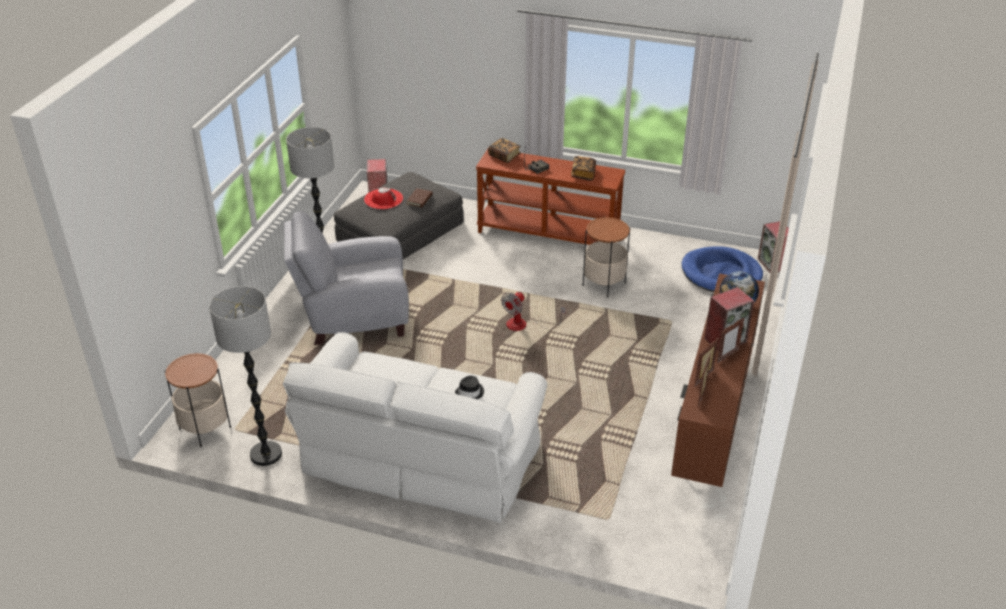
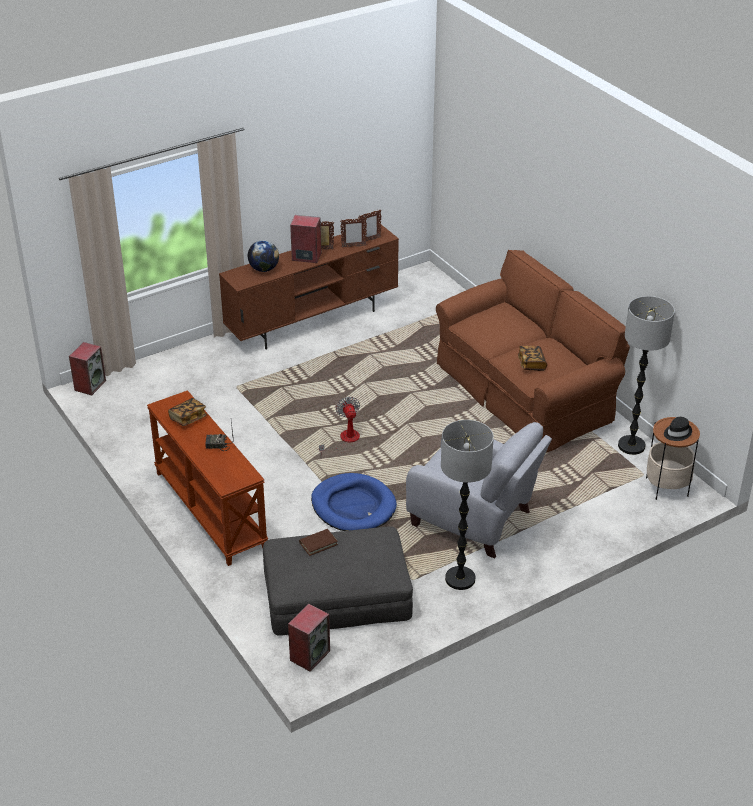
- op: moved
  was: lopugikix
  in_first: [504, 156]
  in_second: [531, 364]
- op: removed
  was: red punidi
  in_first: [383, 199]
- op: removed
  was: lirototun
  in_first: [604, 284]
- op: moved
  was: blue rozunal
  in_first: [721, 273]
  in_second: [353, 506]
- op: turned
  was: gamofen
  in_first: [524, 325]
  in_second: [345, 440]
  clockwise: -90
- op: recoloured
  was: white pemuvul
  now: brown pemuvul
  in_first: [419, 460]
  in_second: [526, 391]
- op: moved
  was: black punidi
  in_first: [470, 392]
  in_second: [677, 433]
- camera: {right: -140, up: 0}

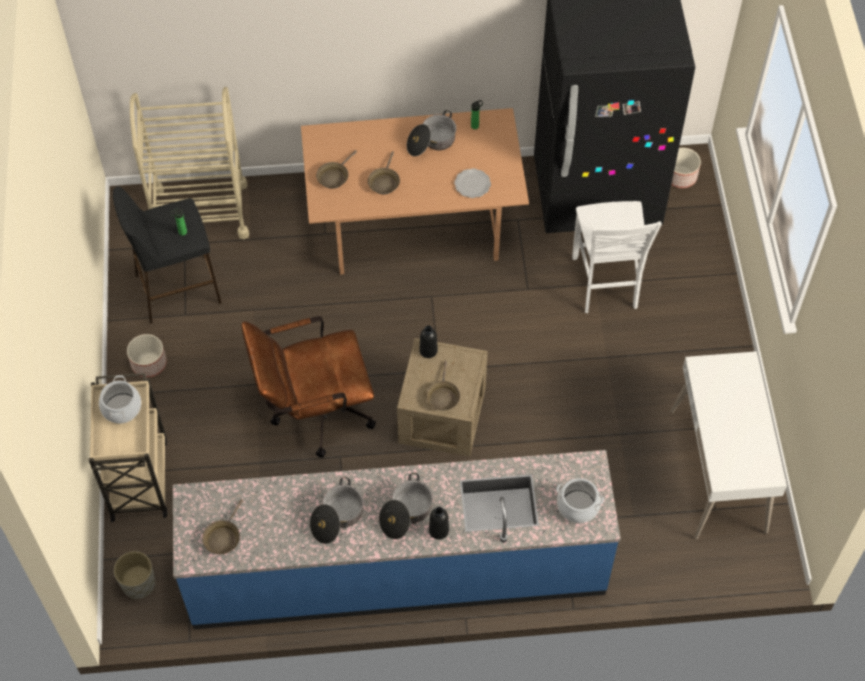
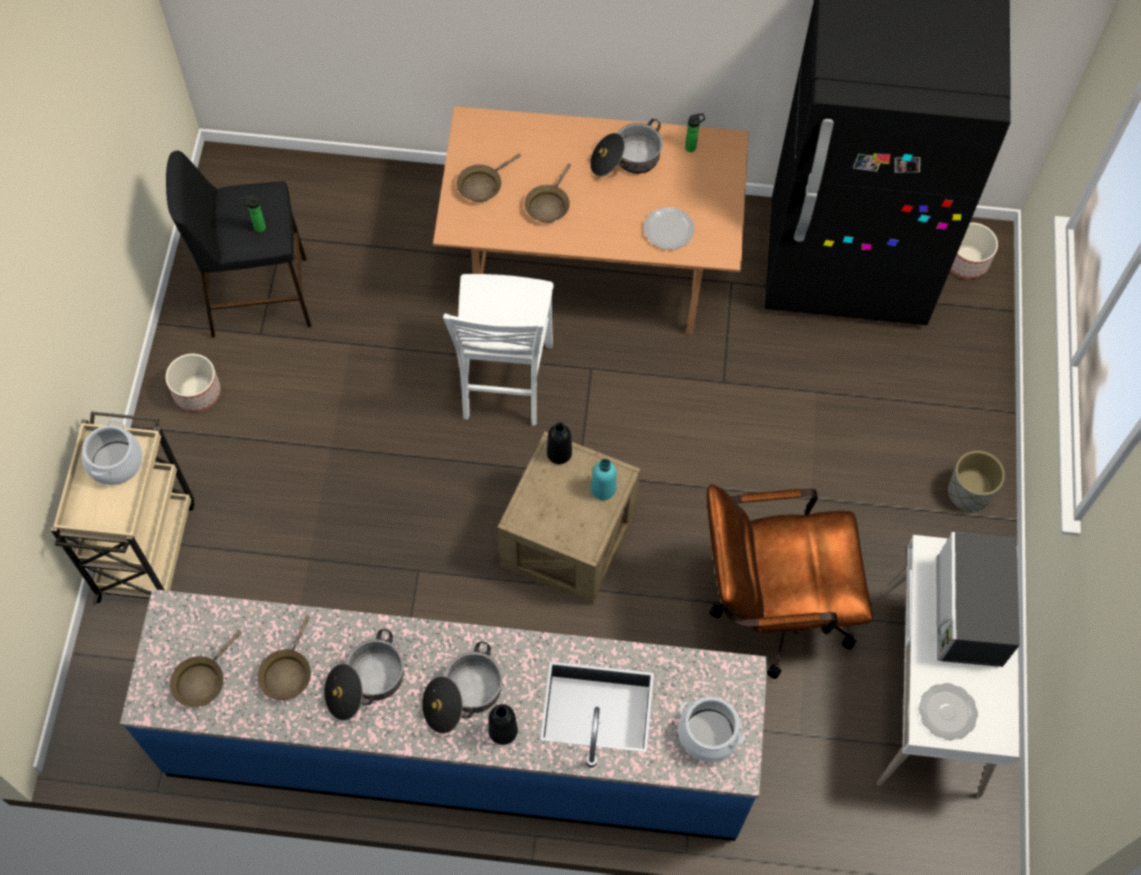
- op: removed
  was: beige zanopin
  in_first: [200, 212]
- op: moved
  was: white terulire
  in_first: [605, 284]
  in_second: [504, 383]
- op: moved
  was: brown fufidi
  in_first: [314, 412]
  in_second: [770, 608]
- op: moved
  was: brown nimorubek
  in_first: [442, 396]
  in_second: [287, 672]
- op: moved
  was: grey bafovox
  in_first: [139, 584]
  in_second: [969, 493]
- op: added
  now: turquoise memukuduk
  in_second: [603, 489]
- op: added
  now: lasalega
  in_second: [968, 612]
- op: added
  now: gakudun
  in_second: [948, 713]
- camera: {right: 10, up: 5}

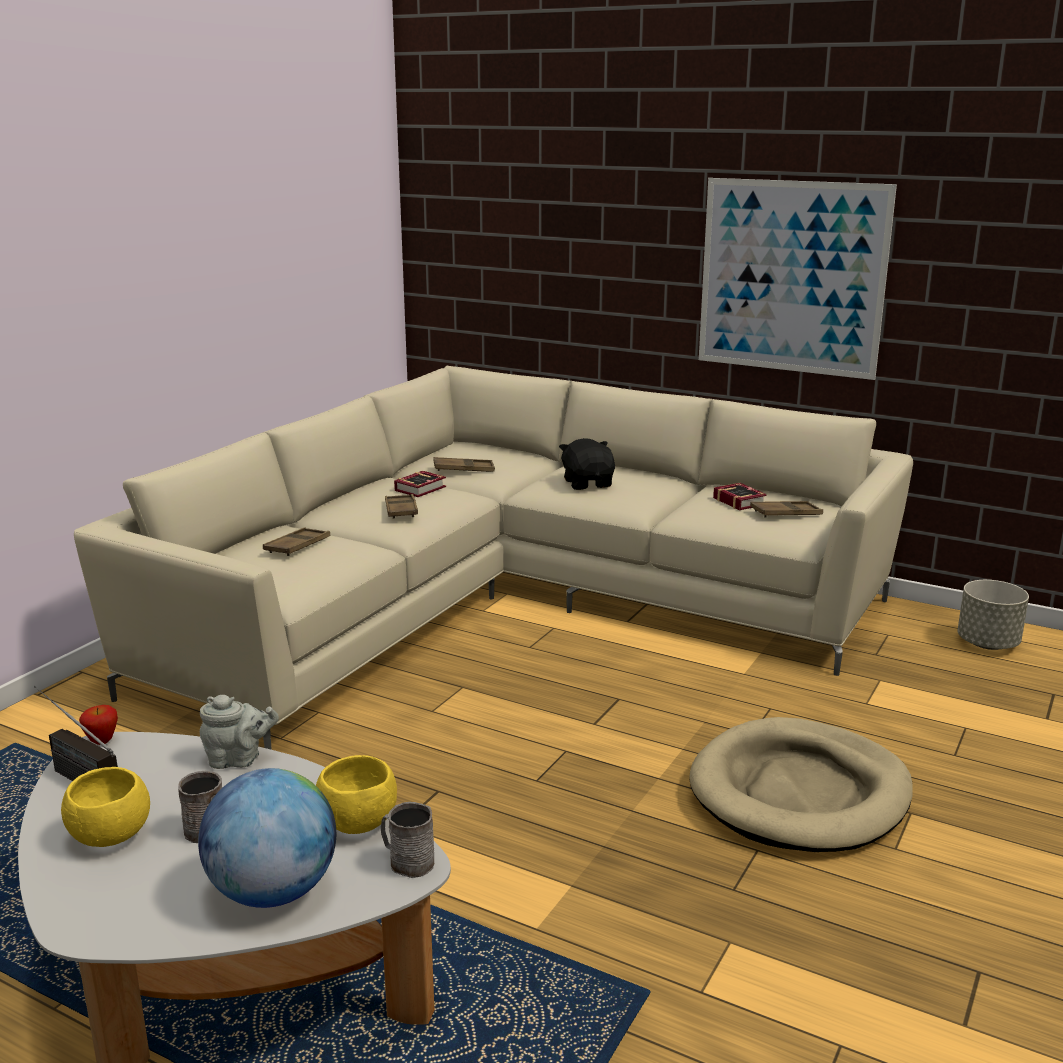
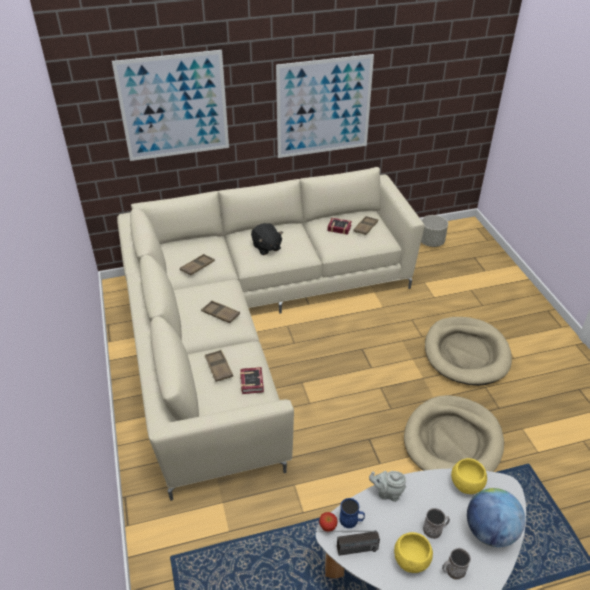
- op: turned
  was: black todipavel
  in_first: [588, 483]
  in_second: [266, 247]
  clockwise: -150
- op: moved
  was: lopugikix
  in_first: [422, 488]
  in_second: [252, 381]
- op: turned
  was: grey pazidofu
  in_first: [238, 760]
  in_second: [387, 493]
  clockwise: -120
- op: moved
  was: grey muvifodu
  in_first: [407, 861]
  in_second: [453, 571]
- op: added
  now: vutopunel
  in_second: [174, 106]
- op: added
  now: beige rozunal
  in_second: [453, 441]
- op: added
  now: blue muvifodu
  in_second: [351, 520]
- camera: {right: -45, up: 20}

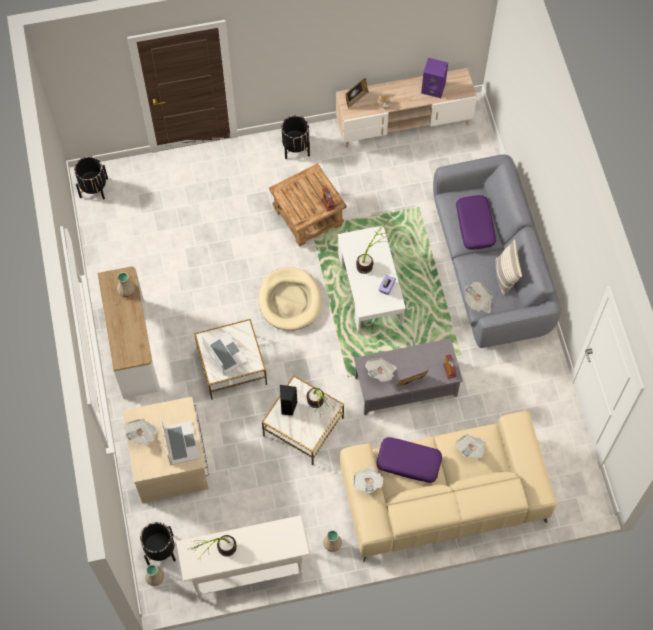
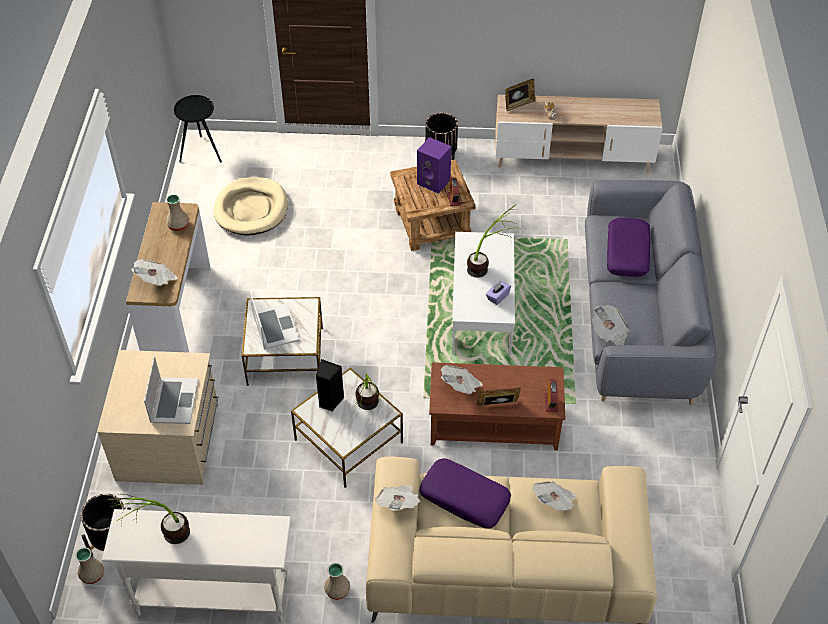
- op: moved
  was: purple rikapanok
  in_first: [434, 88]
  in_second: [434, 182]
- op: replaced
  was: black bafovox
  now: black lirototun
  in_first: [93, 188]
  in_second: [201, 152]
- op: removed
  was: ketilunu
  in_first: [505, 276]
- op: moved
  was: beige rozunal
  in_first: [290, 300]
  in_second: [251, 209]
- op: recoloured
  was: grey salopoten
  now: brown salopoten
  in_first: [405, 387]
  in_second: [493, 425]
- op: moved
  was: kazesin
  in_first: [142, 434]
  in_second: [156, 279]
- camera: {right: 15, up: -15}

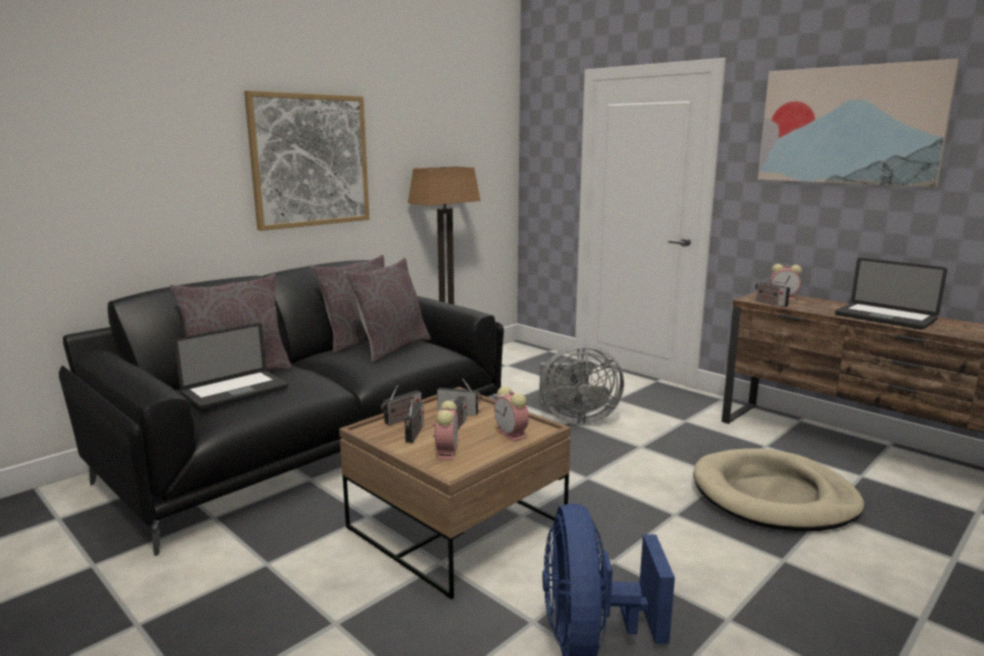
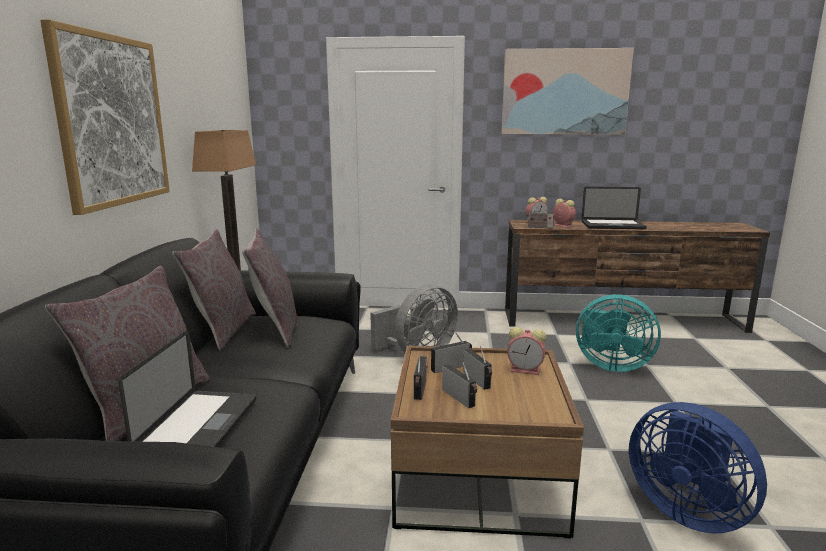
- op: moved
  was: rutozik
  in_first: [446, 452]
  in_second: [562, 225]
- op: replaced
  was: beige rozunal
  now: turquoise gamofen
  in_first: [774, 496]
  in_second: [610, 365]
- camera: {right: -40, up: 0}

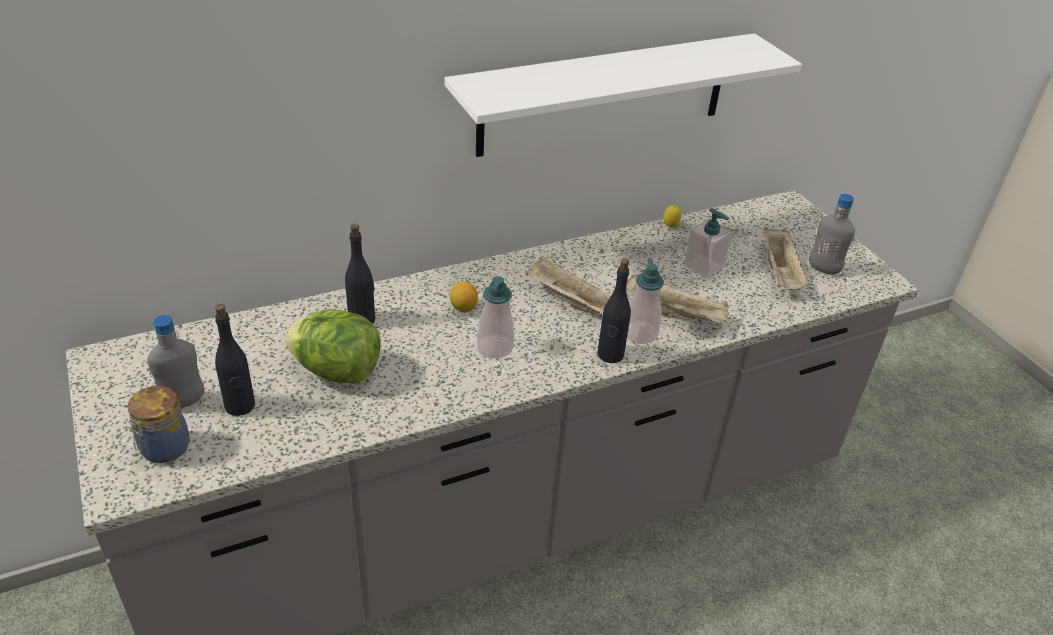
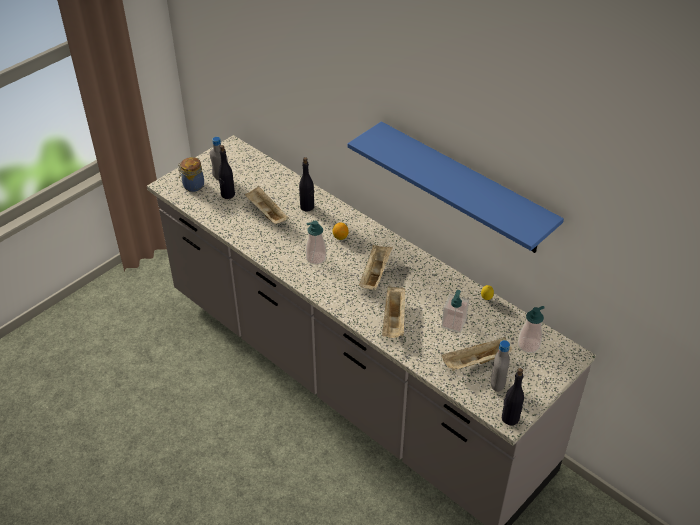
- op: recoloured
  was: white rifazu
  now: blue rifazu
  in_first: [605, 94]
  in_second: [464, 189]
- op: moved
  was: black memukuduk
  in_first: [610, 355]
  in_second: [510, 418]
- op: moved
  was: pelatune
  in_first: [640, 334]
  in_second: [528, 345]
- op: replaced
  was: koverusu
  now: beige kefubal
  in_first: [337, 371]
  in_second: [266, 213]
- camera: {right: 70, up: 5}

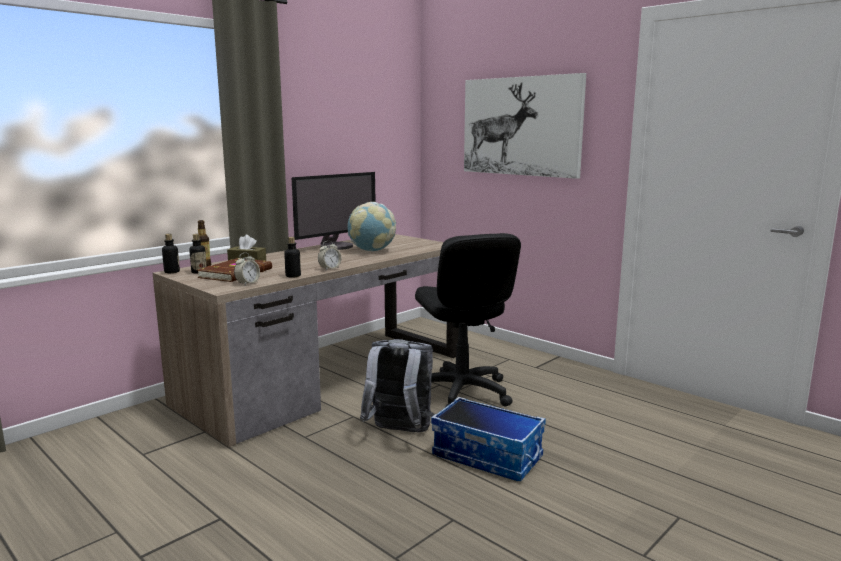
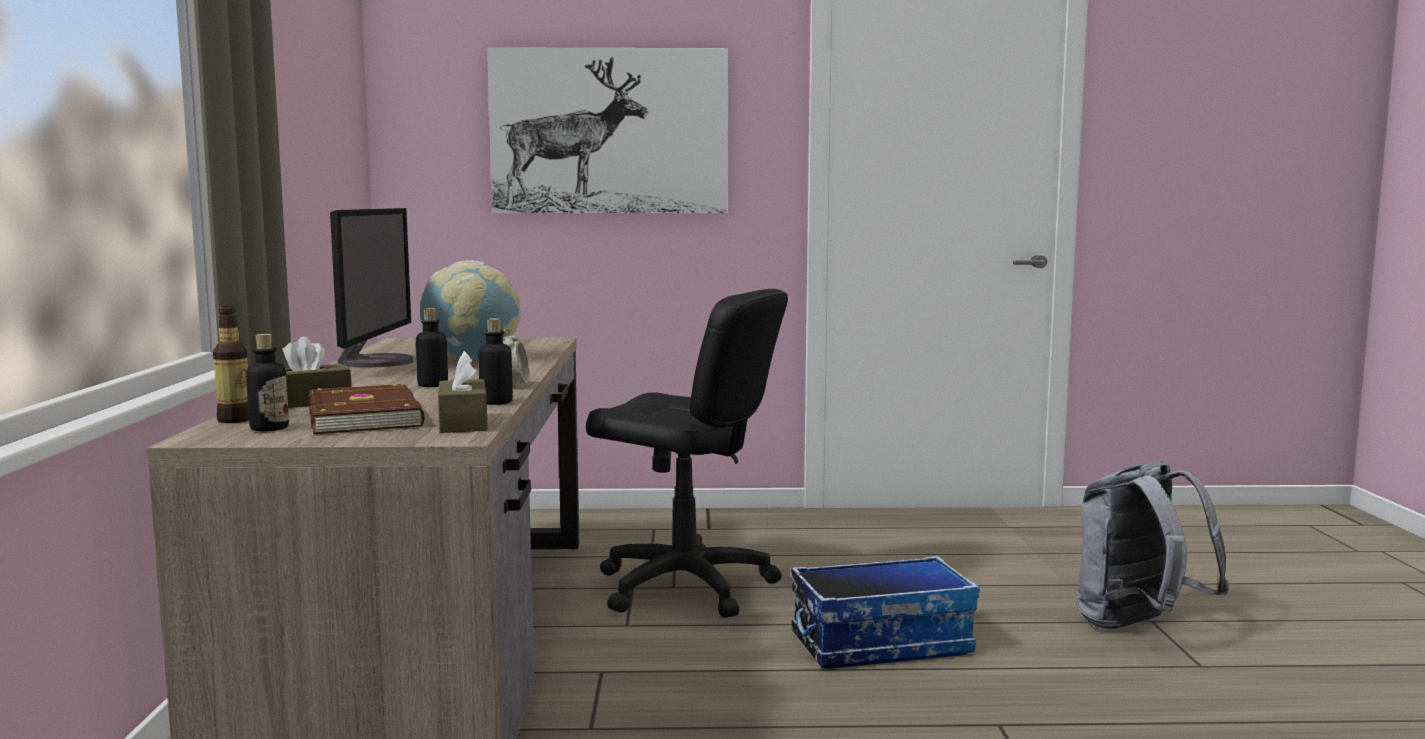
- op: moved
  was: memukuduk
  in_first: [172, 272]
  in_second: [432, 385]
- op: replaced
  was: rutozik
  now: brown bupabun
  in_first: [247, 283]
  in_second: [463, 423]
- op: moved
  was: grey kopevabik
  in_first: [399, 432]
  in_second: [1137, 626]
- camera: {right: -45, up: -5}

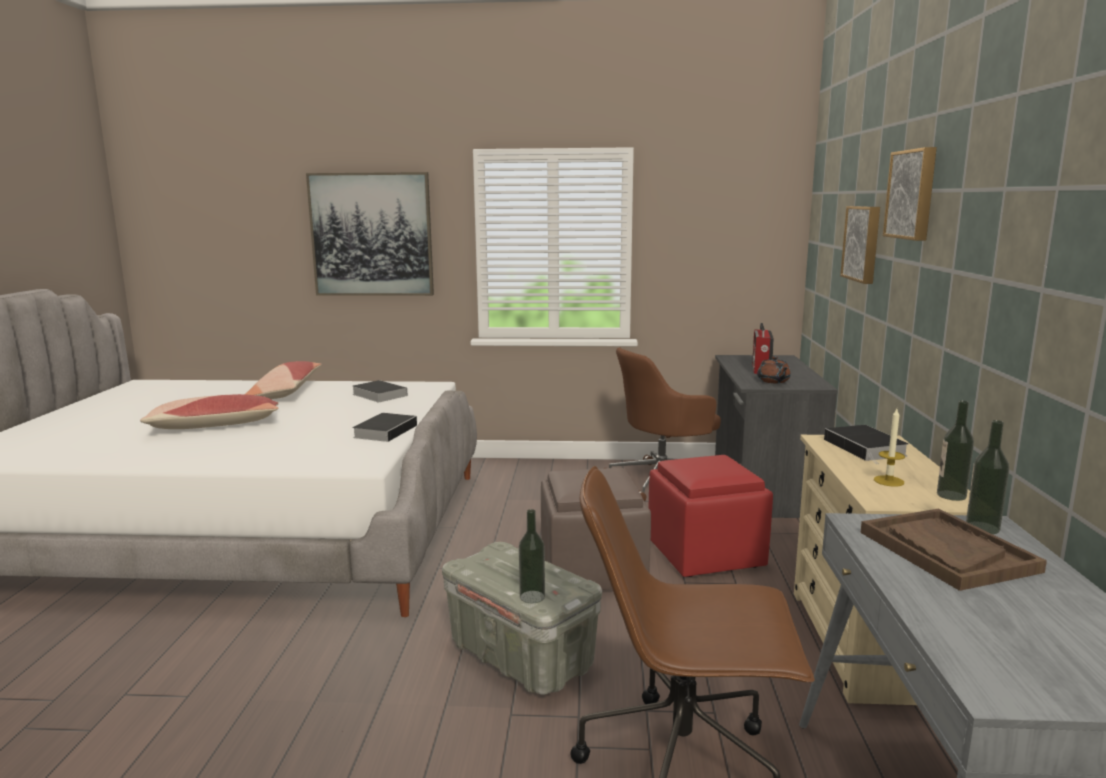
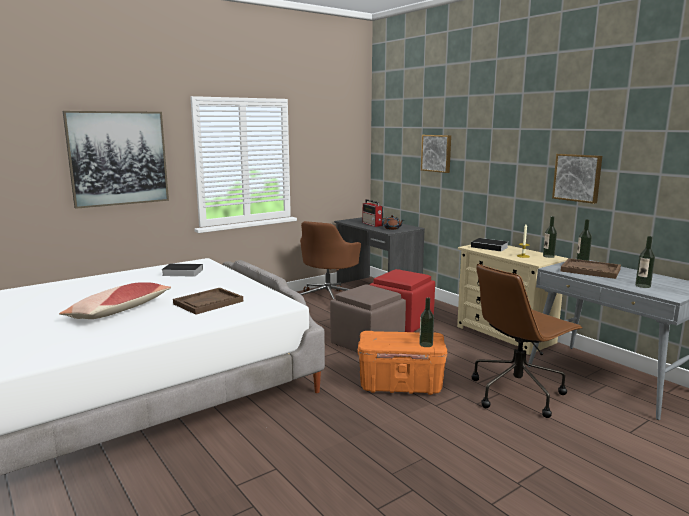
- op: moved
  was: vutopunel
  in_first: [913, 194]
  in_second: [577, 177]
- op: removed
  was: ketilunu
  in_first: [285, 392]
- op: removed
  was: lopugikix
  in_first: [386, 431]
- op: recoloured
  was: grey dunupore
  now: orange dunupore
  in_first: [519, 656]
  in_second: [400, 385]
- op: added
  now: memukuduk
  in_second: [642, 286]
- op: added
  now: brown kefubal
  in_second: [208, 302]
- camera: {right: -40, up: 0}

